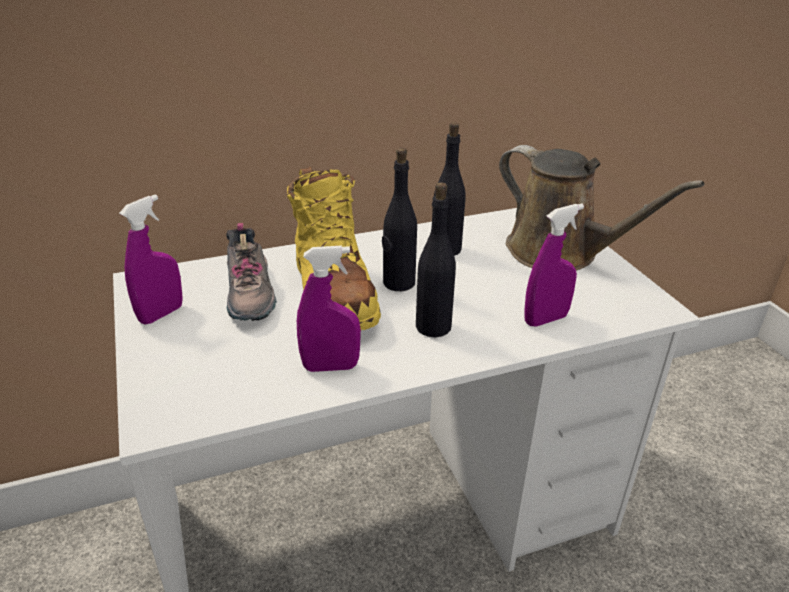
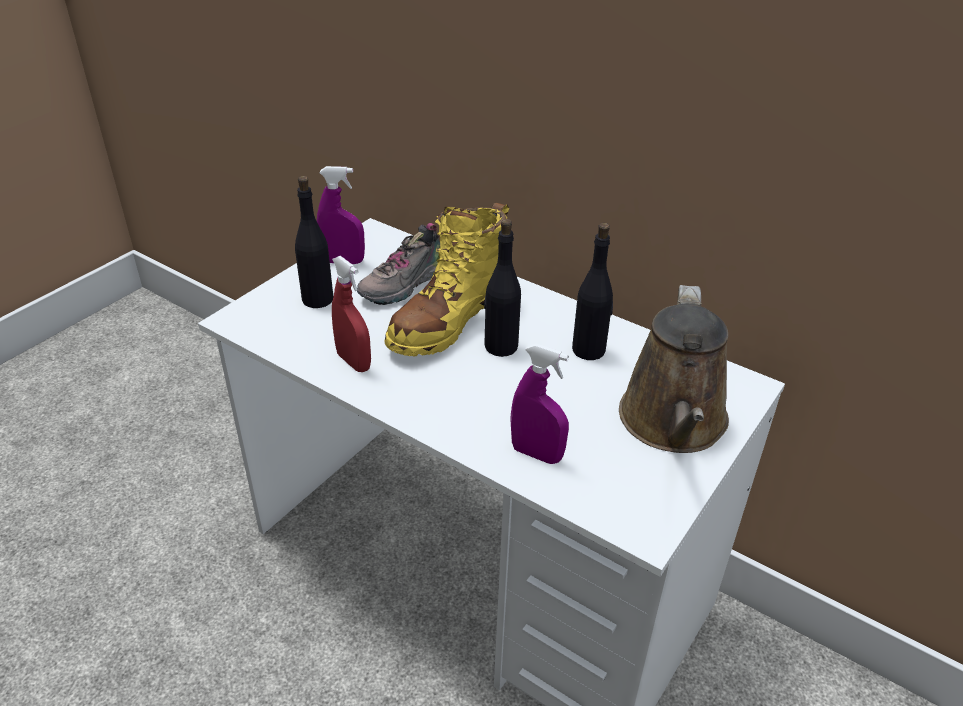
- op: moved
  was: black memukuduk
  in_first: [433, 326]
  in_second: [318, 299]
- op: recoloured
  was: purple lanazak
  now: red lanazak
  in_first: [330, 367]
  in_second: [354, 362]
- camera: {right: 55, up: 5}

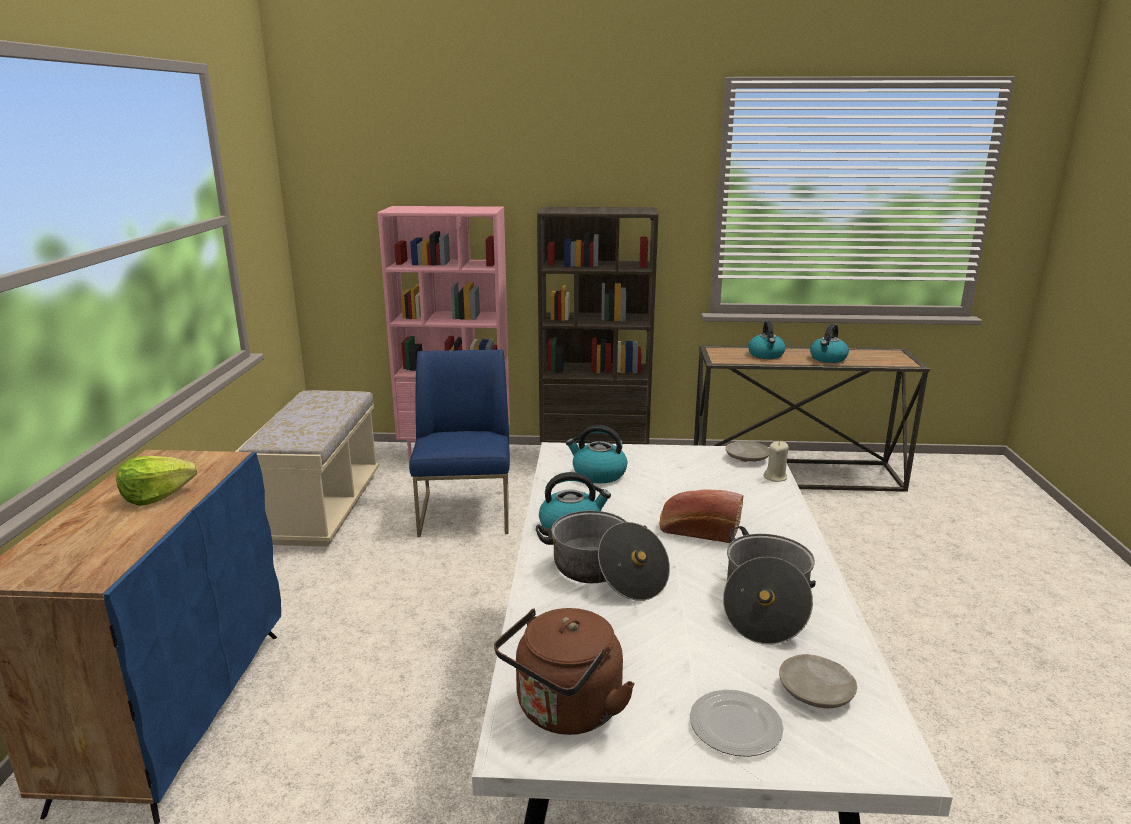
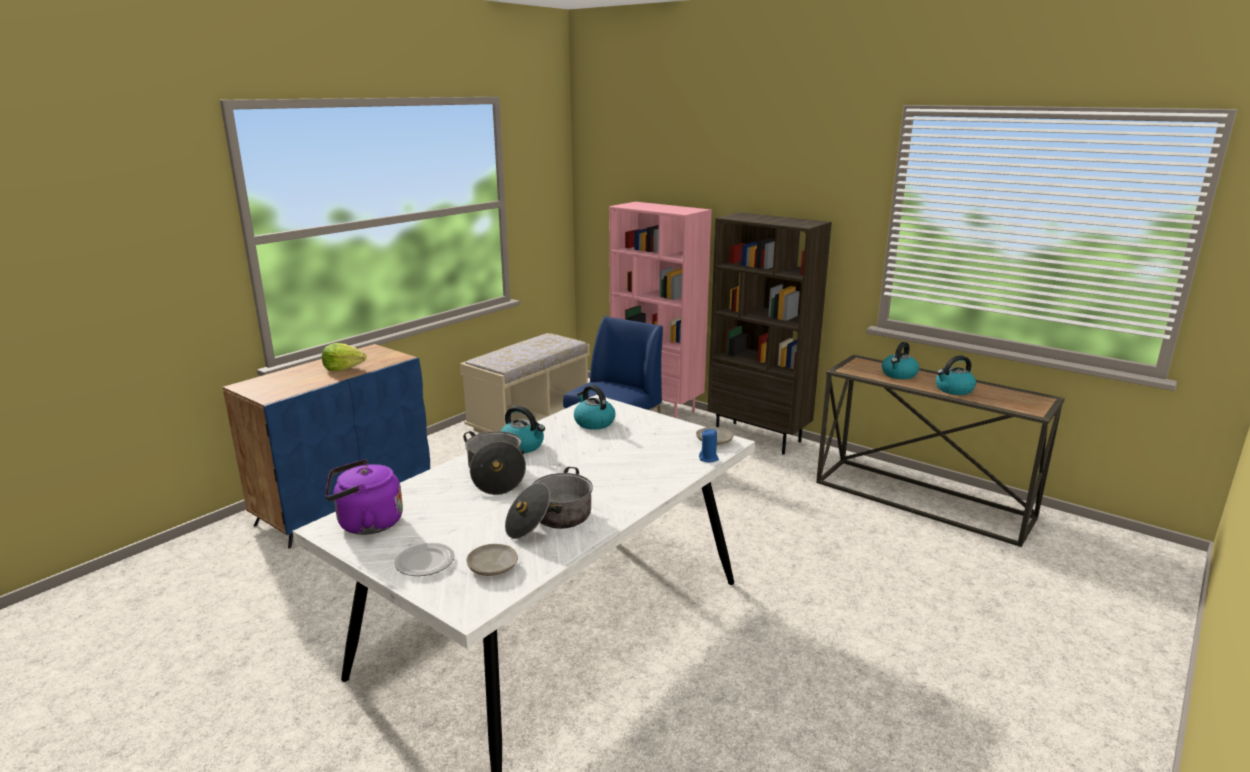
- op: recoloured
  was: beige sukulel
  now: blue sukulel
  in_first: [775, 477]
  in_second: [708, 458]
- op: removed
  was: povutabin
  in_first: [698, 530]
- op: recoloured
  was: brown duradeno
  now: purple duradeno
  in_first: [565, 712]
  in_second: [366, 524]
- camera: {right: 35, up: 0}

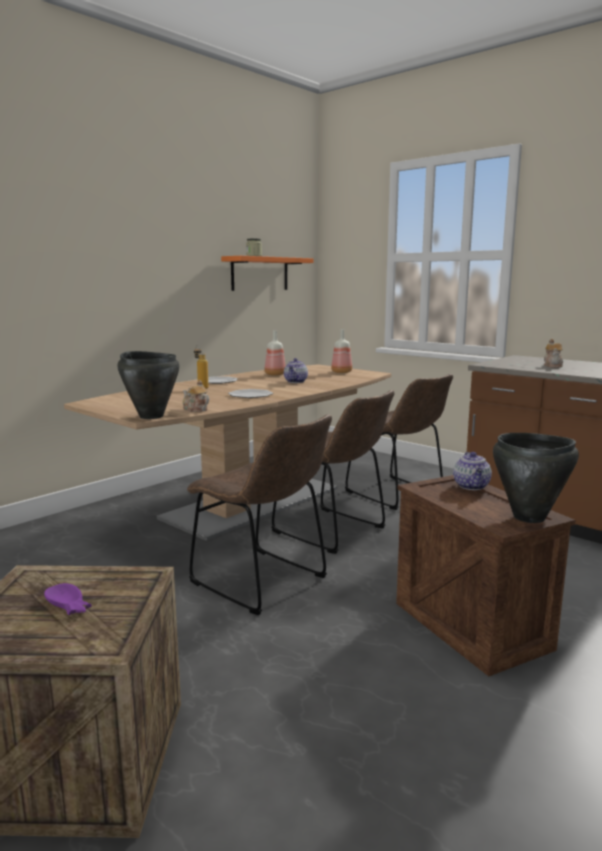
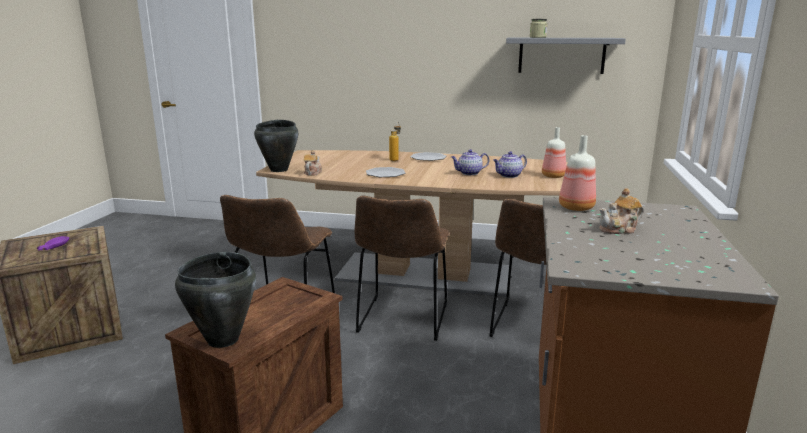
- op: recoloured
  was: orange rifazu
  now: grey rifazu
  in_first: [260, 274]
  in_second: [561, 55]
- op: moved
  was: memukuduk
  in_first: [275, 374]
  in_second: [575, 208]
- op: moved
  was: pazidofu
  in_first: [472, 486]
  in_second: [509, 176]
- camera: {right: 60, up: 5}

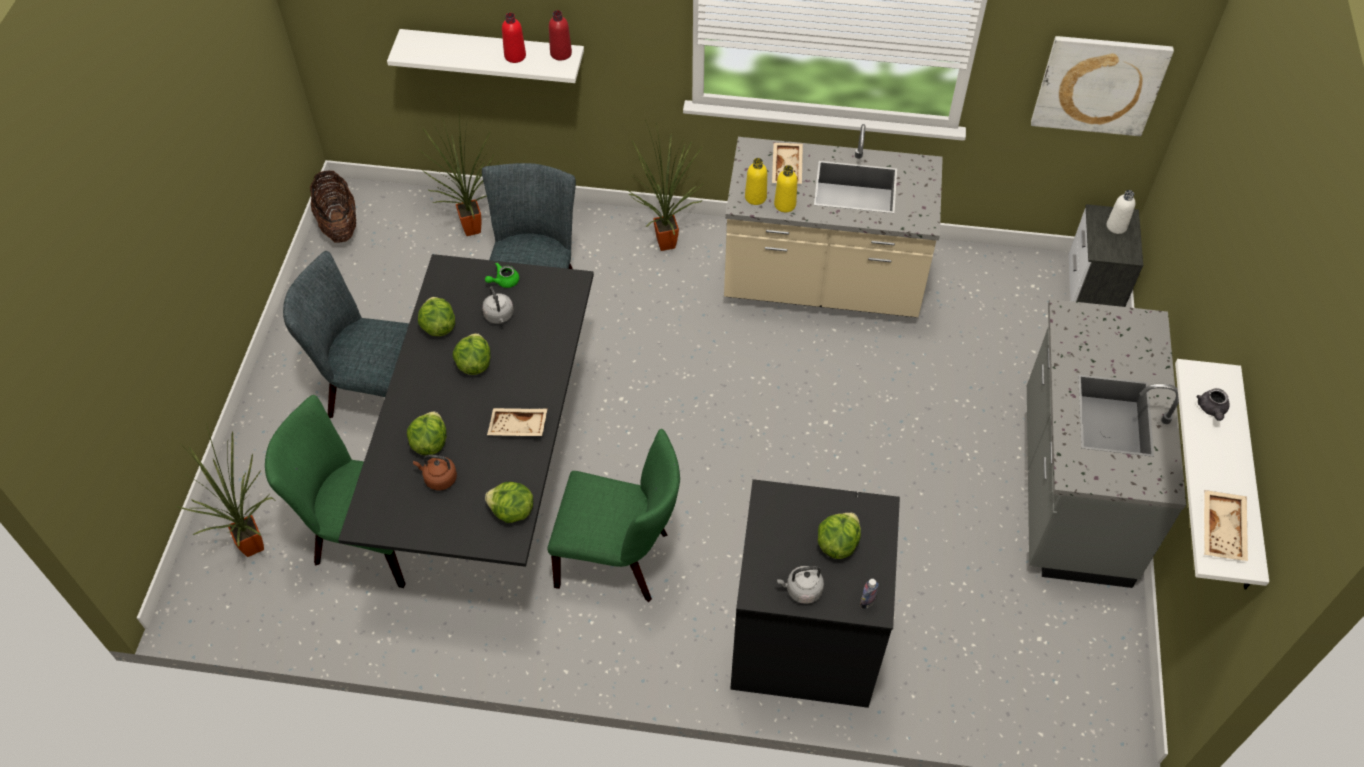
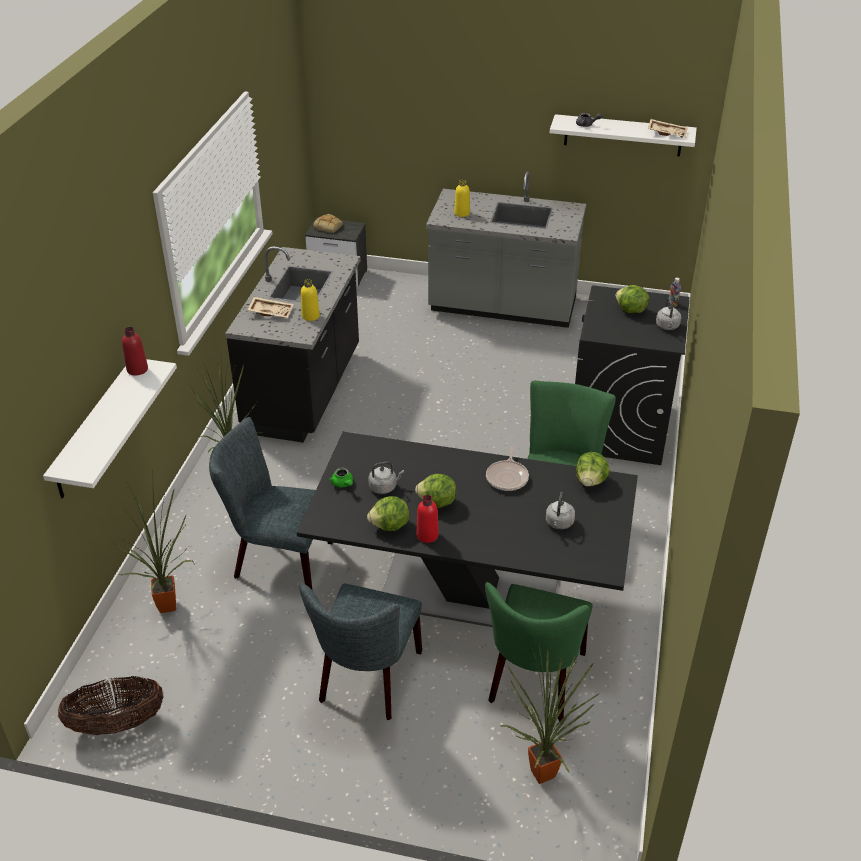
- op: moved
  was: red memukuduk
  in_first: [515, 56]
  in_second: [427, 535]
- op: removed
  was: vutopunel
  in_first: [1099, 84]
- op: recoloured
  was: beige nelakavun
  now: black nelakavun
  in_first: [822, 285]
  in_second: [305, 391]
- op: moved
  was: yellow memukuduk
  in_first: [755, 197]
  in_second: [462, 213]
- op: replaced
  was: white memukuduk
  now: povutabin
  in_first: [1116, 226]
  in_second: [329, 226]
- op: replaced
  was: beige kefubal
  now: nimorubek
  in_first: [518, 427]
  in_second: [507, 477]
- op: removed
  was: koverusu
  in_first: [429, 443]
- op: recoloured
  was: brown duradeno
  now: grey duradeno
  in_first: [439, 478]
  in_second: [559, 523]
- camera: {right: -85, up: -15}

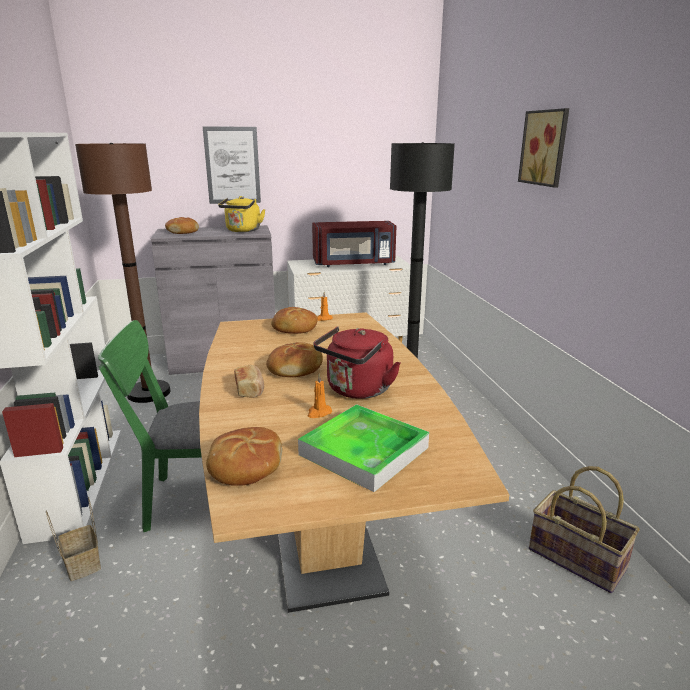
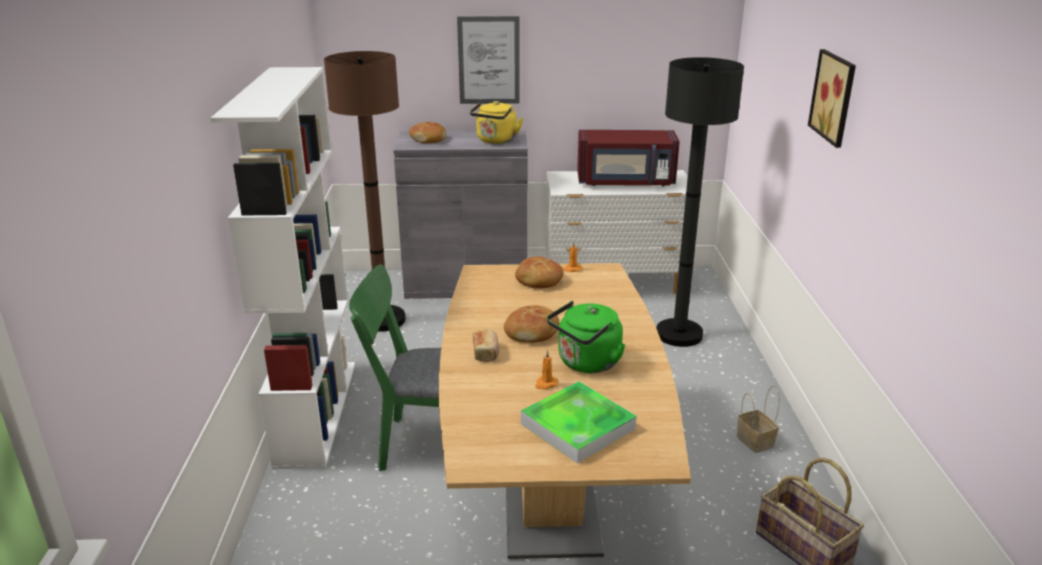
- op: recoloured
  was: red duradeno
  now: green duradeno
  in_first: [357, 390]
  in_second: [586, 363]
- op: removed
  was: povutabin
  in_first: [245, 466]
- op: moved
  was: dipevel
  in_first: [81, 563]
  in_second: [753, 440]
- camera: {right: 10, up: 5}

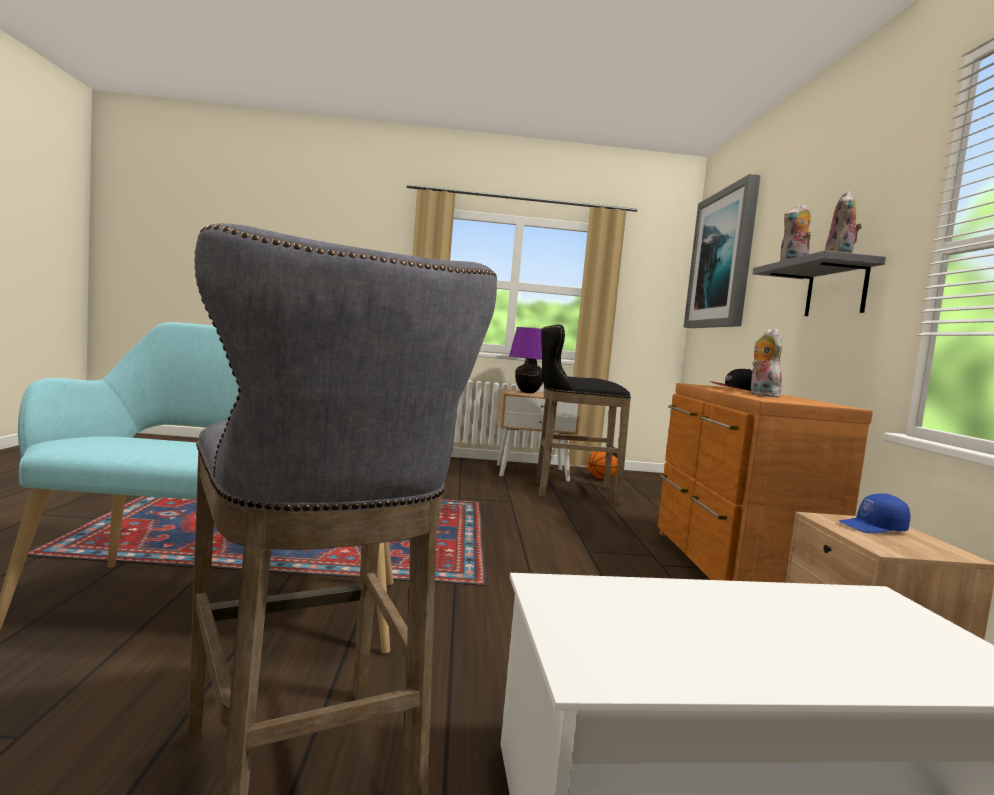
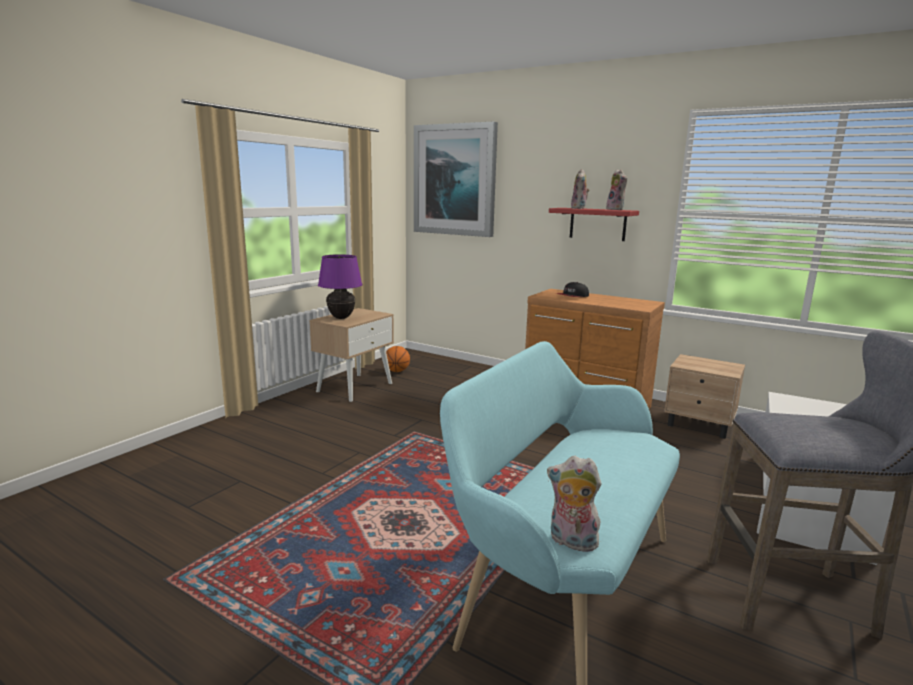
- op: recoloured
  was: grey rifazu
  now: red rifazu
  in_first: [836, 290]
  in_second: [597, 224]
- op: removed
  was: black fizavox
  in_first: [570, 492]
- op: moved
  was: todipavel
  in_first: [761, 395]
  in_second: [571, 542]
- op: removed
  was: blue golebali
  in_first: [873, 528]
- camera: {right: -55, up: 10}

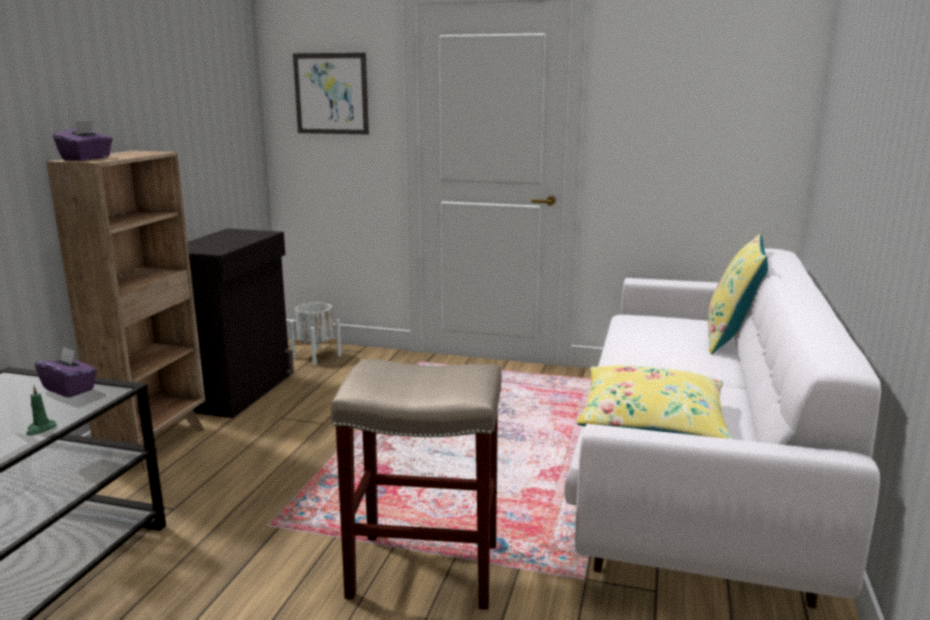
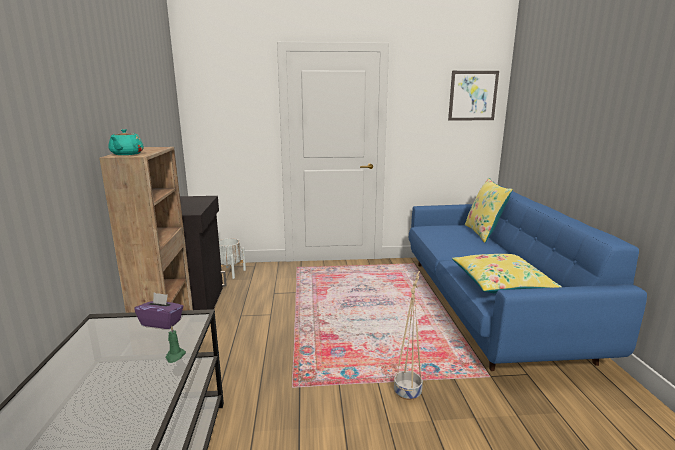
- op: moved
  was: vutopunel
  in_first: [331, 94]
  in_second: [473, 95]
- op: replaced
  was: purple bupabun
  now: turquoise pazidofu
  in_first: [87, 158]
  in_second: [126, 154]
- op: recoloured
  was: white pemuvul
  now: blue pemuvul
  in_first: [693, 467]
  in_second: [486, 304]
- op: replaced
  was: beige fizavox
  now: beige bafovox
  in_first: [427, 569]
  in_second: [407, 391]
- camera: {right: -20, up: 0}

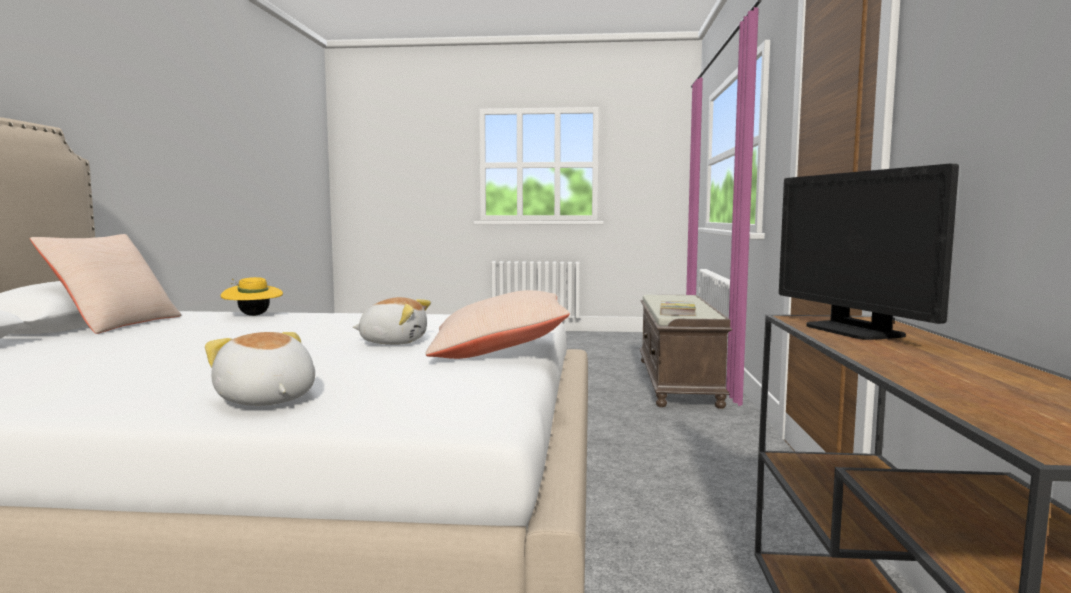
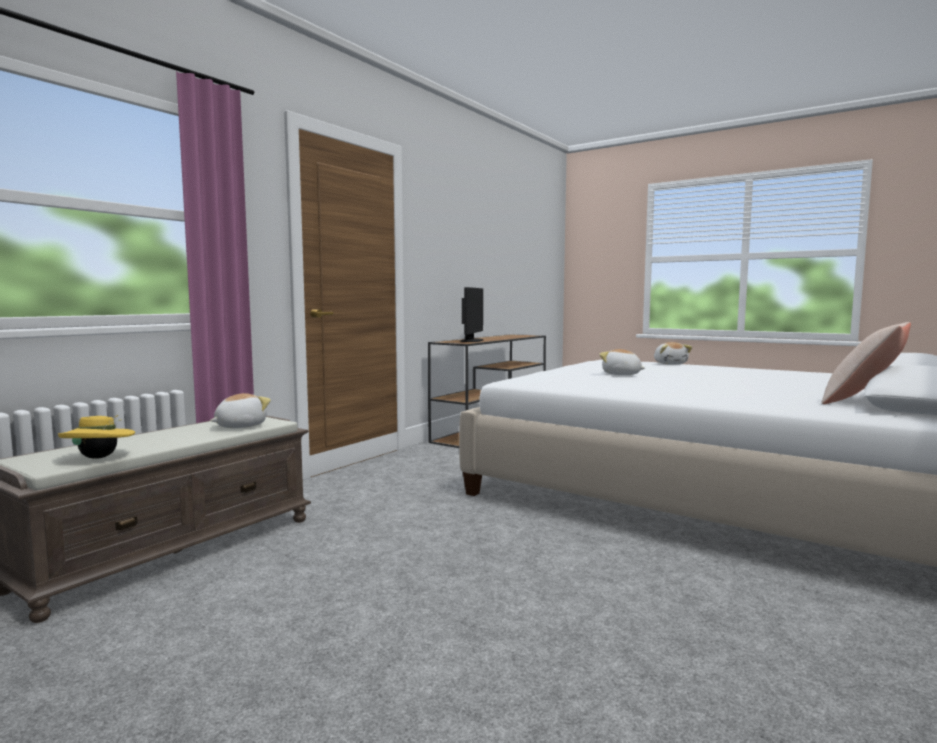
- op: moved
  was: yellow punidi
  in_first: [253, 315]
  in_second: [99, 458]
- op: removed
  was: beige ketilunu
  in_first: [498, 349]
- op: replaced
  was: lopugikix
  now: todipavel
  in_first: [677, 311]
  in_second: [240, 426]
- camera: {right: -150, up: 0}

